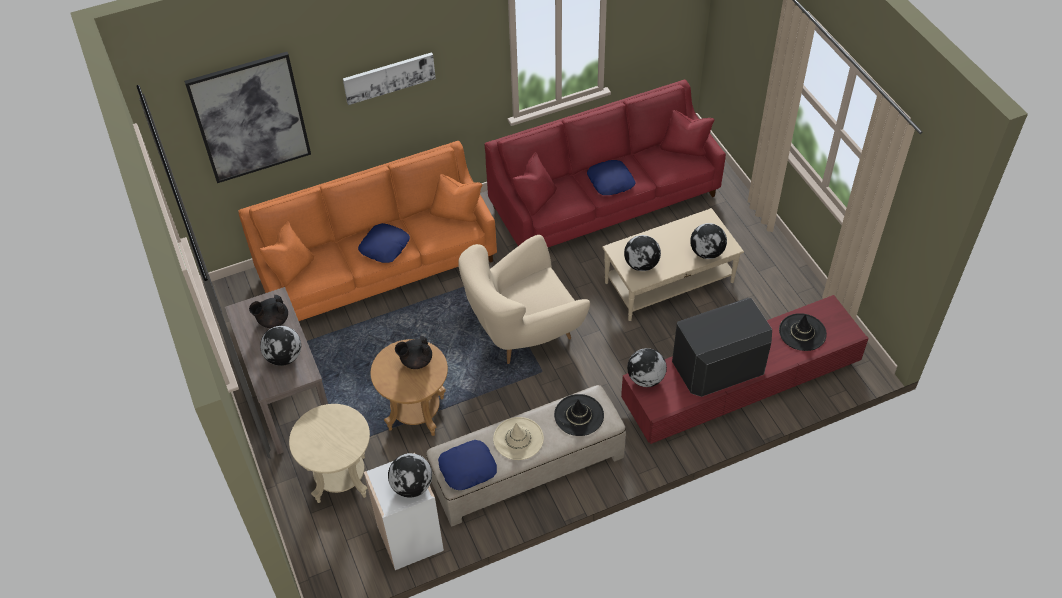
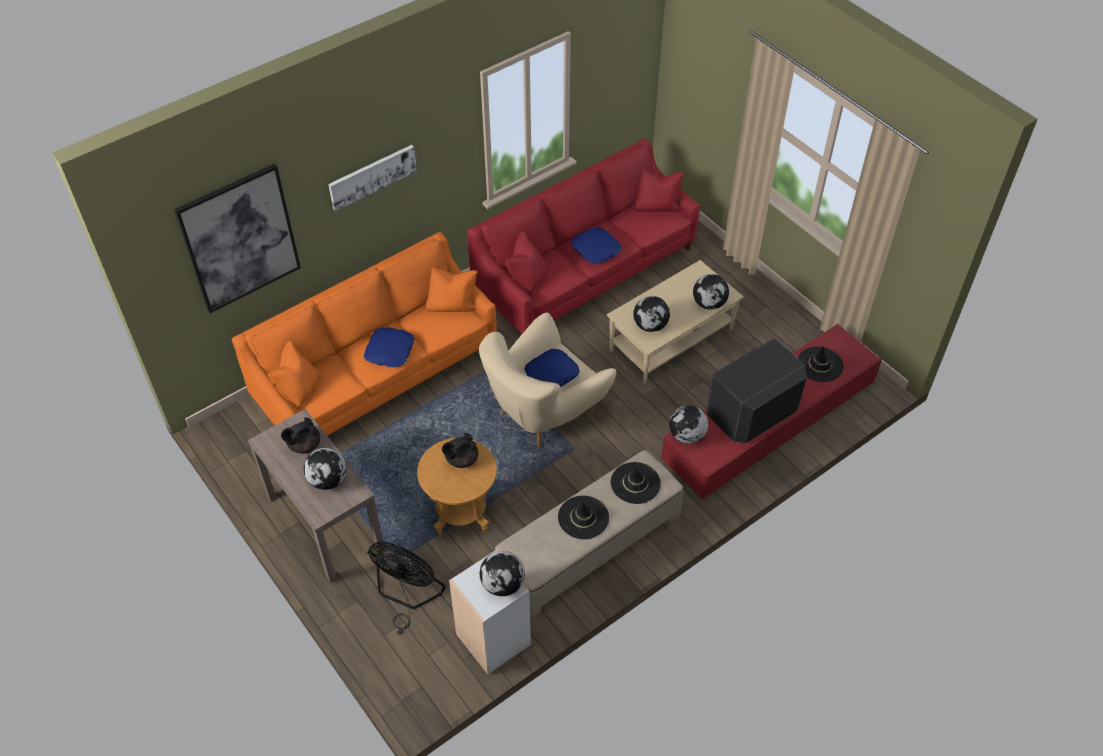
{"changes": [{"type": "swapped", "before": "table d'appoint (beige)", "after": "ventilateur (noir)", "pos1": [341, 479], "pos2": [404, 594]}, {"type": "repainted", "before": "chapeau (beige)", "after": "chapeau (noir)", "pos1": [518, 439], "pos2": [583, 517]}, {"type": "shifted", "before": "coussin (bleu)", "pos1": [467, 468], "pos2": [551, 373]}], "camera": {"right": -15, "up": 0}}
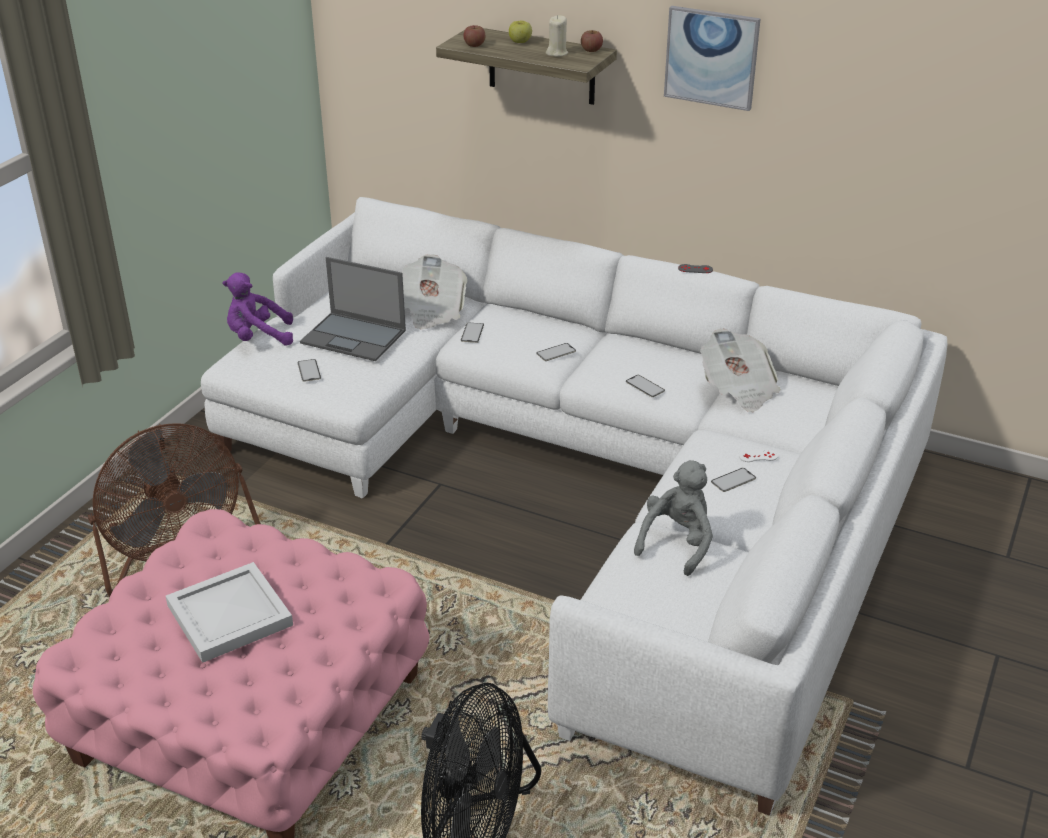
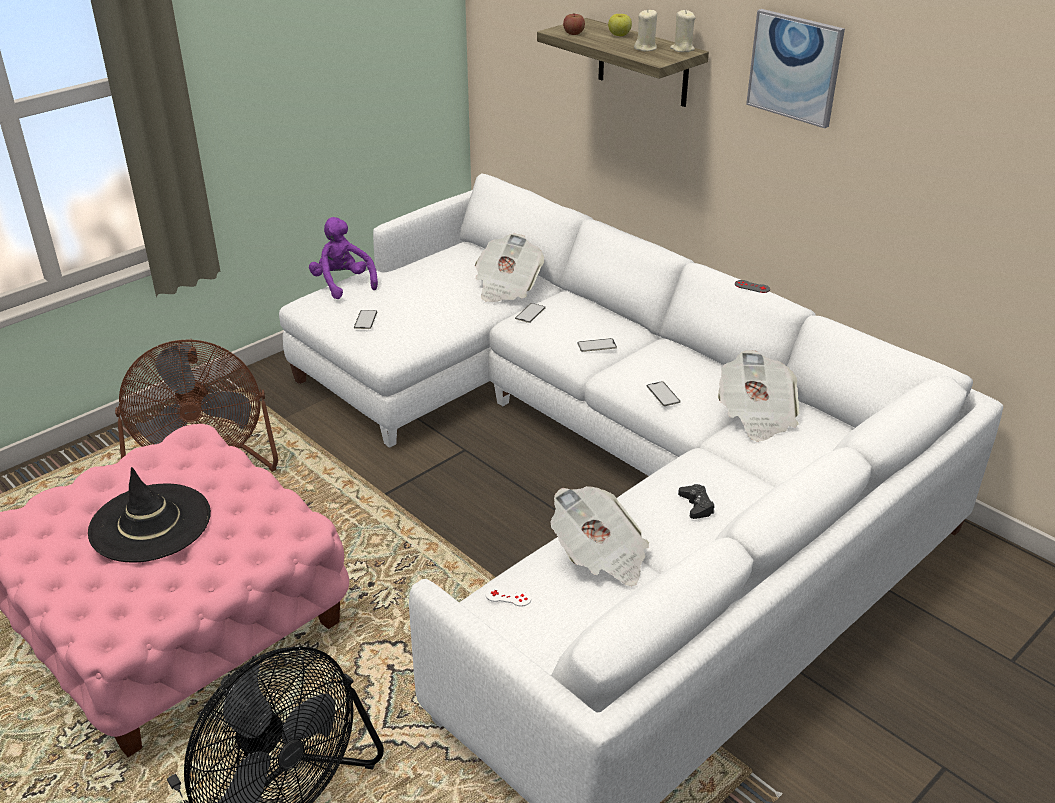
{"changes": [{"type": "swapped", "before": "pomme", "after": "bougie (beige)", "pos1": [591, 50], "pos2": [682, 49]}, {"type": "gone", "before": "ordinateur portable", "pos1": [354, 337]}, {"type": "rotated", "before": "peluche (violet)", "pos1": [258, 338], "pos2": [343, 283], "turn": 45}, {"type": "shifted", "before": "manette (blanc)", "pos1": [758, 456], "pos2": [508, 596]}, {"type": "swapped", "before": "peluche (gris)", "after": "journal", "pos1": [677, 543], "pos2": [600, 556]}, {"type": "swapped", "before": "téléphone", "after": "manette (noir)", "pos1": [733, 480], "pos2": [696, 505]}, {"type": "swapped", "before": "plateau (blanc)", "after": "chapeau (noir)", "pos1": [229, 617], "pos2": [150, 523]}], "camera": {"right": 20, "up": 0}}
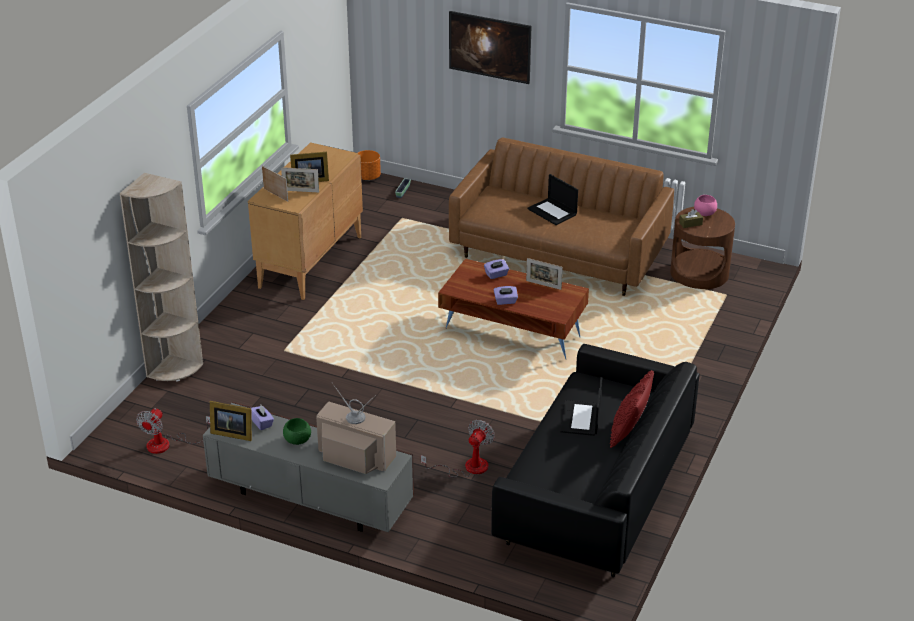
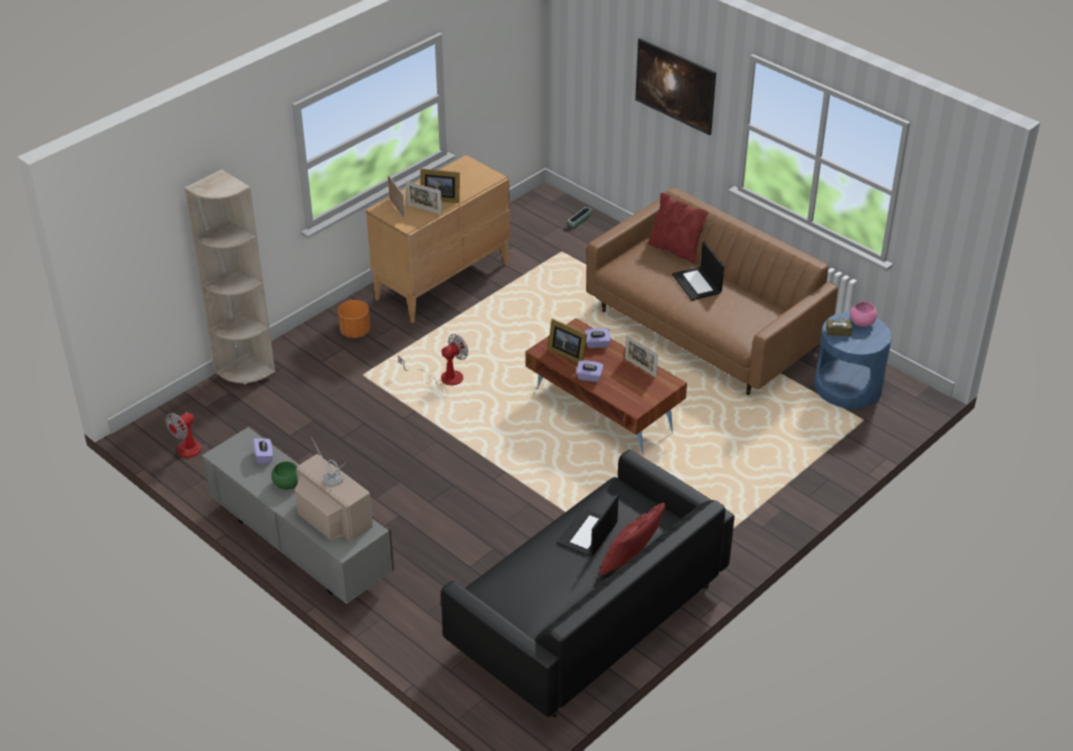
{"changes": [{"type": "shifted", "before": "cache-pot (orange)", "pos1": [368, 177], "pos2": [355, 332]}, {"type": "repainted", "before": "table d'appoint (marron)", "after": "table d'appoint (bleu)", "pos1": [699, 273], "pos2": [848, 387]}, {"type": "shifted", "before": "cadre photo", "pos1": [231, 433], "pos2": [567, 353]}, {"type": "shifted", "before": "ventilateur", "pos1": [467, 467], "pos2": [443, 377]}, {"type": "new", "after": "coussin (rouge)", "pos2": [675, 250]}], "camera": {"right": 20, "up": 5}}
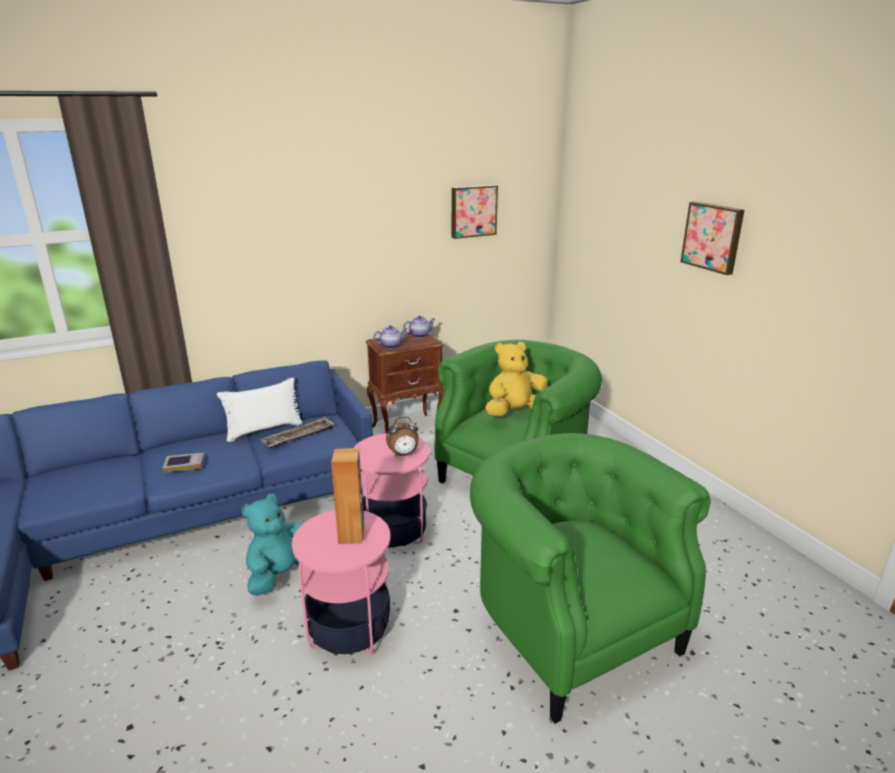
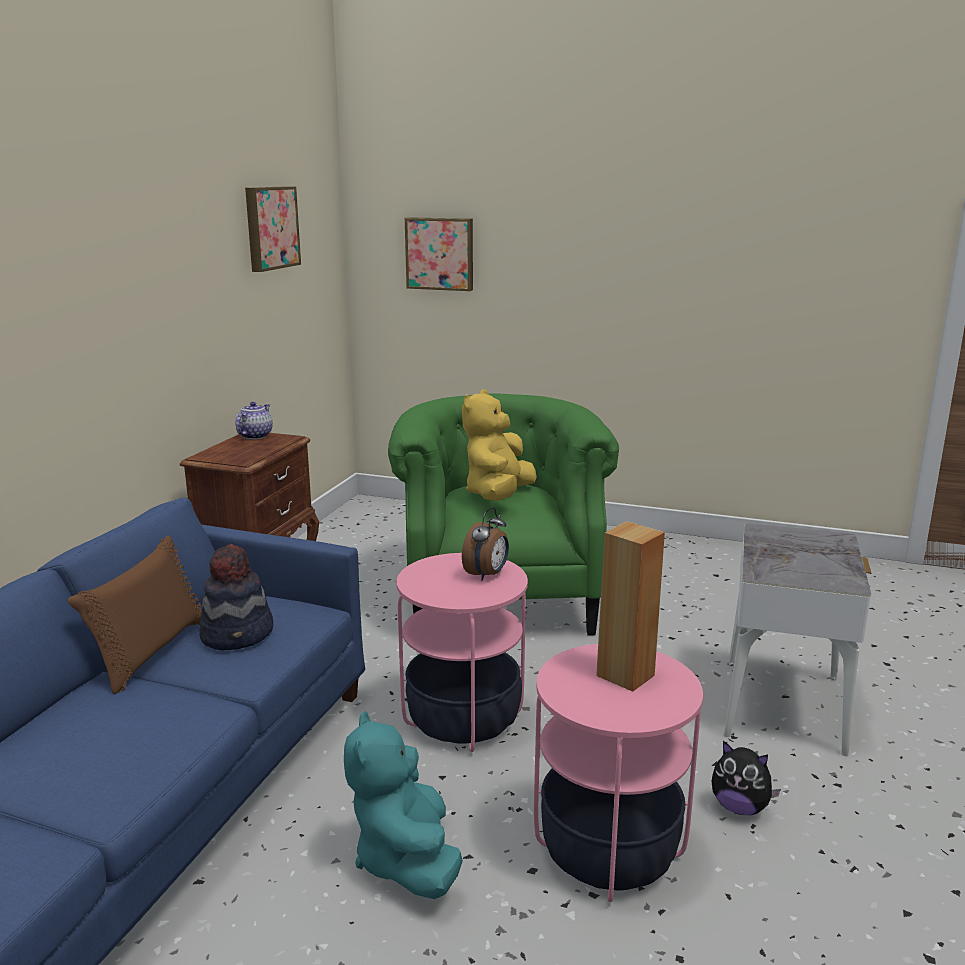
{"changes": [{"type": "shifted", "before": "tableau", "pos1": [713, 237], "pos2": [440, 253]}, {"type": "gone", "before": "théière", "pos1": [391, 345]}, {"type": "repainted", "before": "coussin (blanc)", "after": "coussin (marron)", "pos1": [264, 430], "pos2": [149, 652]}, {"type": "swapped", "before": "plateau", "after": "chapeau", "pos1": [299, 437], "pos2": [238, 634]}, {"type": "swapped", "before": "fauteuil (vert)", "after": "table d'appoint", "pos1": [568, 628], "pos2": [785, 704]}, {"type": "gone", "before": "livre", "pos1": [184, 465]}, {"type": "new", "after": "peluche", "pos2": [740, 807]}], "camera": {"right": -45, "up": -5}}
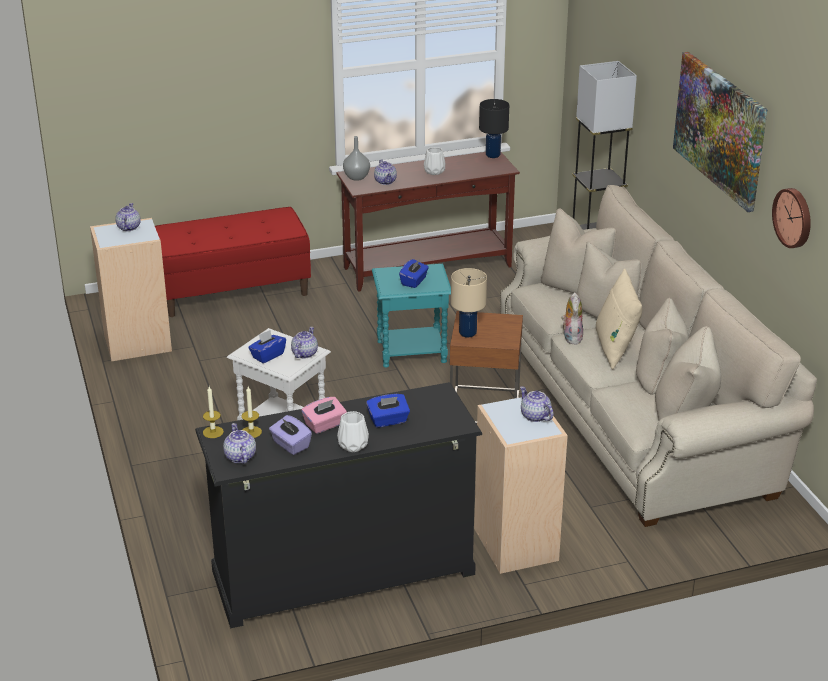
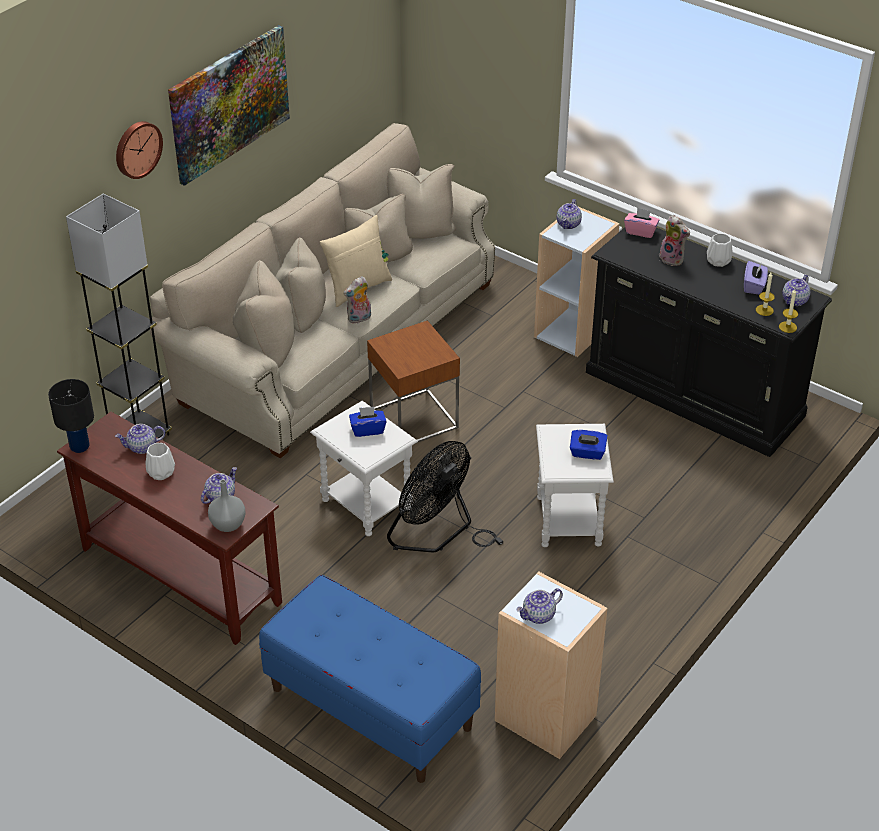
{"changes": [{"type": "shifted", "before": "horloge murale", "pos1": [794, 217], "pos2": [137, 149]}, {"type": "repainted", "before": "banc (rouge)", "after": "banc (bleu)", "pos1": [233, 291], "pos2": [370, 708]}, {"type": "repainted", "before": "table d'appoint (turquoise)", "after": "table d'appoint (blanc)", "pos1": [412, 352], "pos2": [367, 503]}, {"type": "gone", "before": "lampe de table (beige)", "pos1": [468, 334]}, {"type": "shifted", "before": "théière", "pos1": [304, 353], "pos2": [142, 447]}, {"type": "swapped", "before": "boîte à mouchoirs (bleu)", "after": "peluche", "pos1": [388, 420], "pos2": [673, 259]}, {"type": "shifted", "before": "boîte à mouchoirs (rose)", "pos1": [324, 425], "pos2": [640, 231]}, {"type": "new", "after": "ventilateur (noir)", "pos2": [445, 529]}], "camera": {"right": -125, "up": 10}}
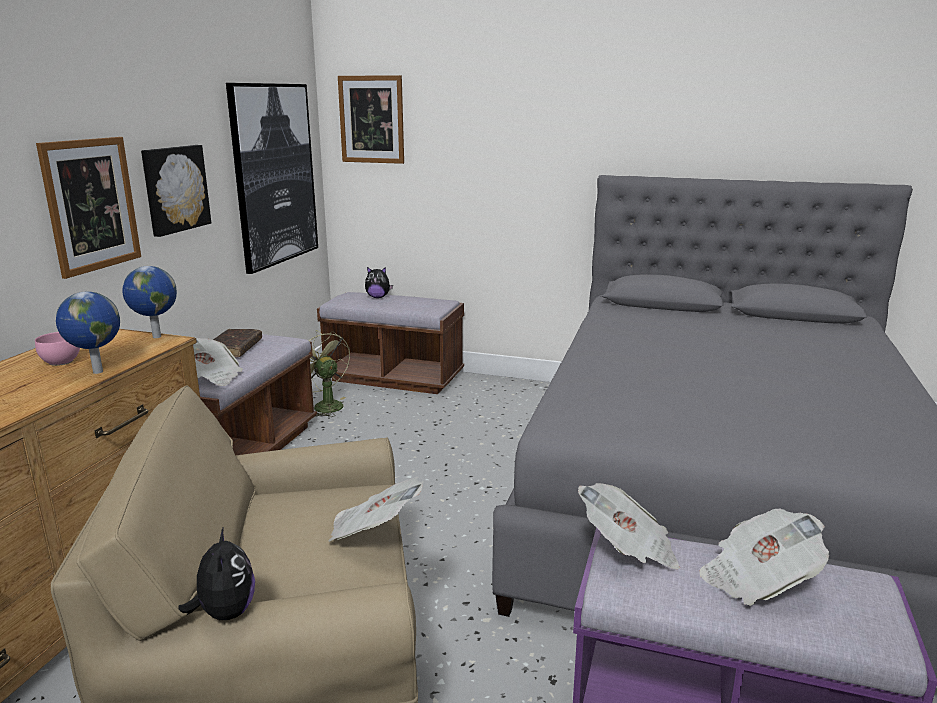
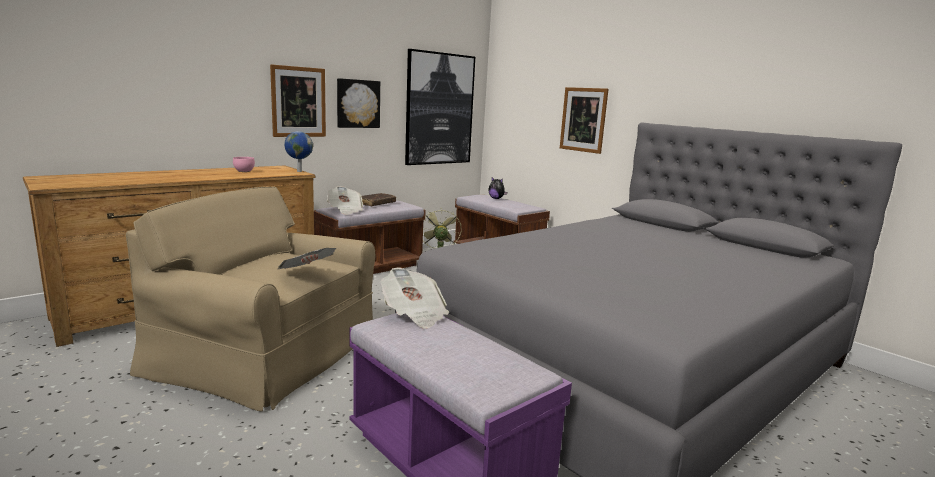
{"changes": [{"type": "shifted", "before": "tableau", "pos1": [371, 119], "pos2": [583, 119]}, {"type": "gone", "before": "globe", "pos1": [96, 372]}, {"type": "gone", "before": "journal", "pos1": [757, 579]}, {"type": "gone", "before": "peluche", "pos1": [225, 613]}], "camera": {"right": 30, "up": -5}}
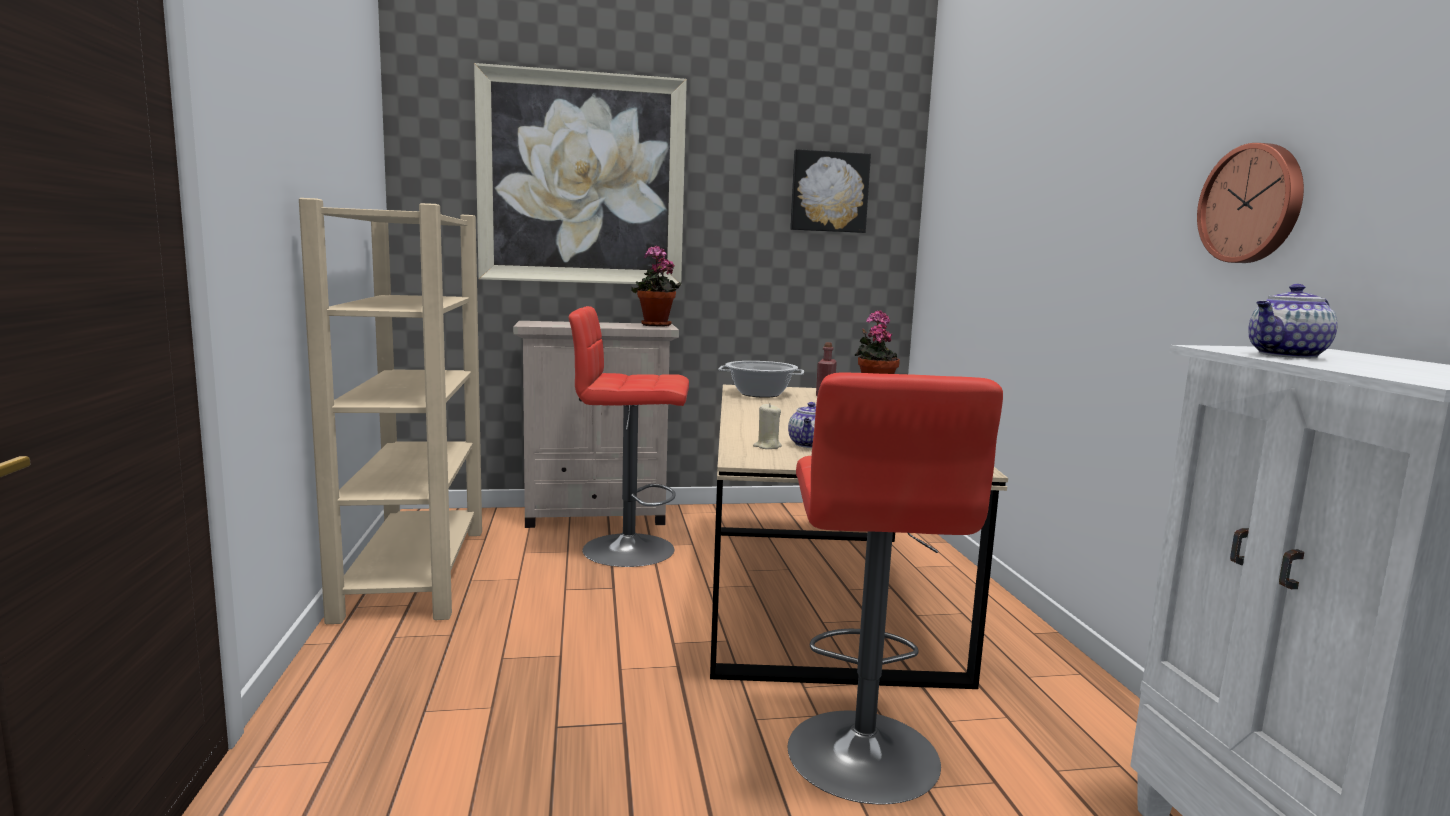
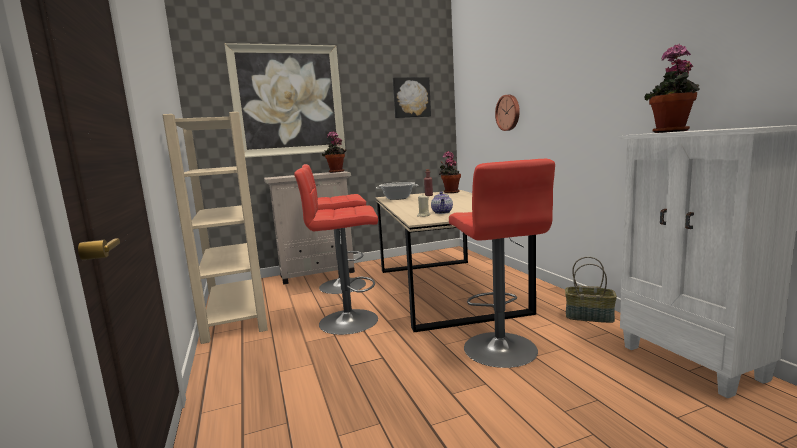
{"changes": [{"type": "shifted", "before": "horloge murale", "pos1": [1253, 204], "pos2": [508, 112]}, {"type": "swapped", "before": "théière", "after": "plante en pot", "pos1": [1286, 355], "pos2": [671, 132]}, {"type": "new", "after": "tabouret (rouge)", "pos2": [348, 321]}, {"type": "new", "after": "panier", "pos2": [589, 316]}], "camera": {"right": -10, "up": 0}}
